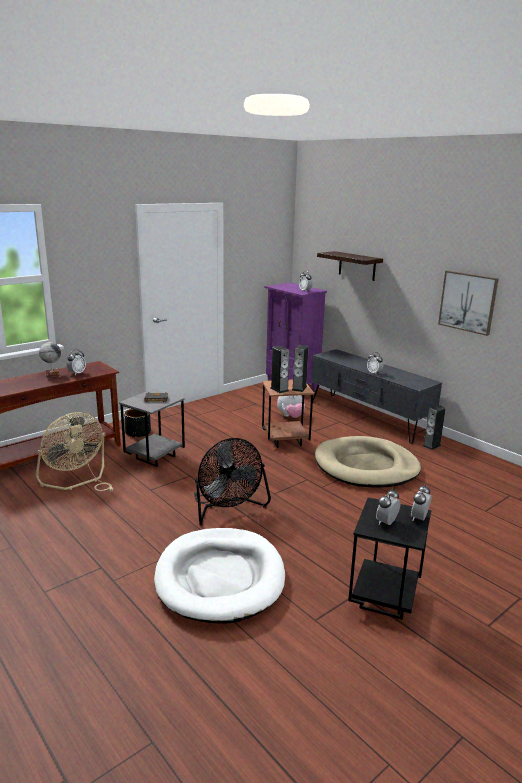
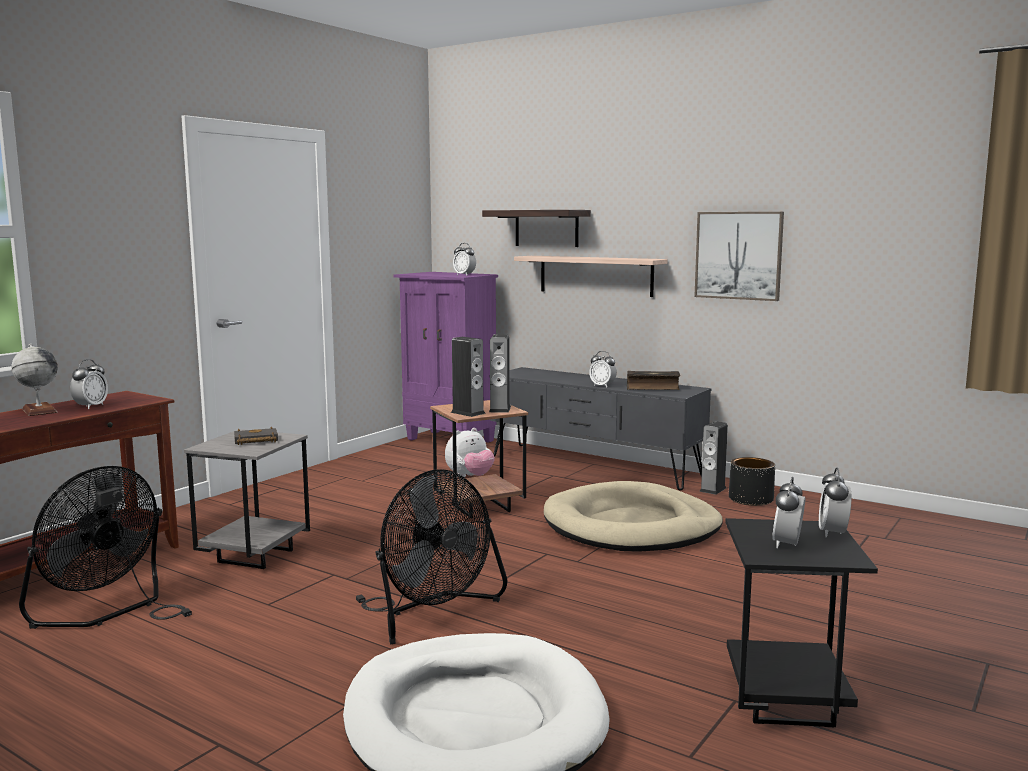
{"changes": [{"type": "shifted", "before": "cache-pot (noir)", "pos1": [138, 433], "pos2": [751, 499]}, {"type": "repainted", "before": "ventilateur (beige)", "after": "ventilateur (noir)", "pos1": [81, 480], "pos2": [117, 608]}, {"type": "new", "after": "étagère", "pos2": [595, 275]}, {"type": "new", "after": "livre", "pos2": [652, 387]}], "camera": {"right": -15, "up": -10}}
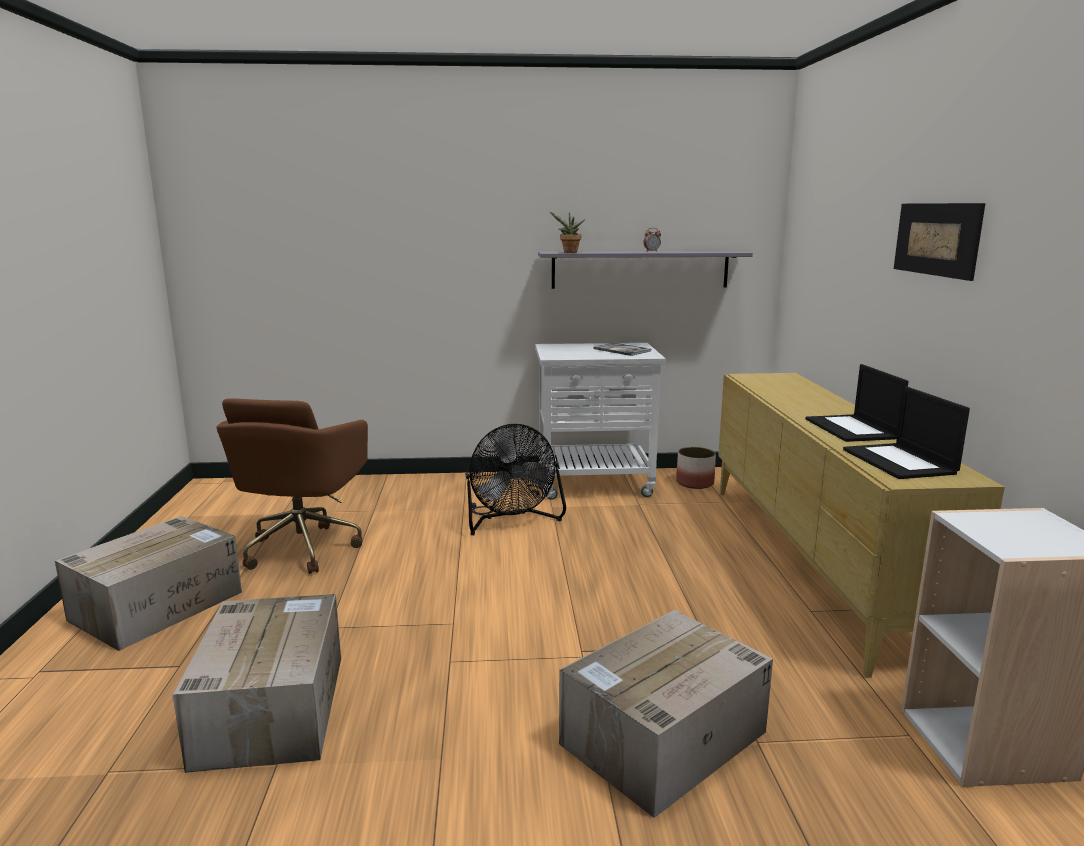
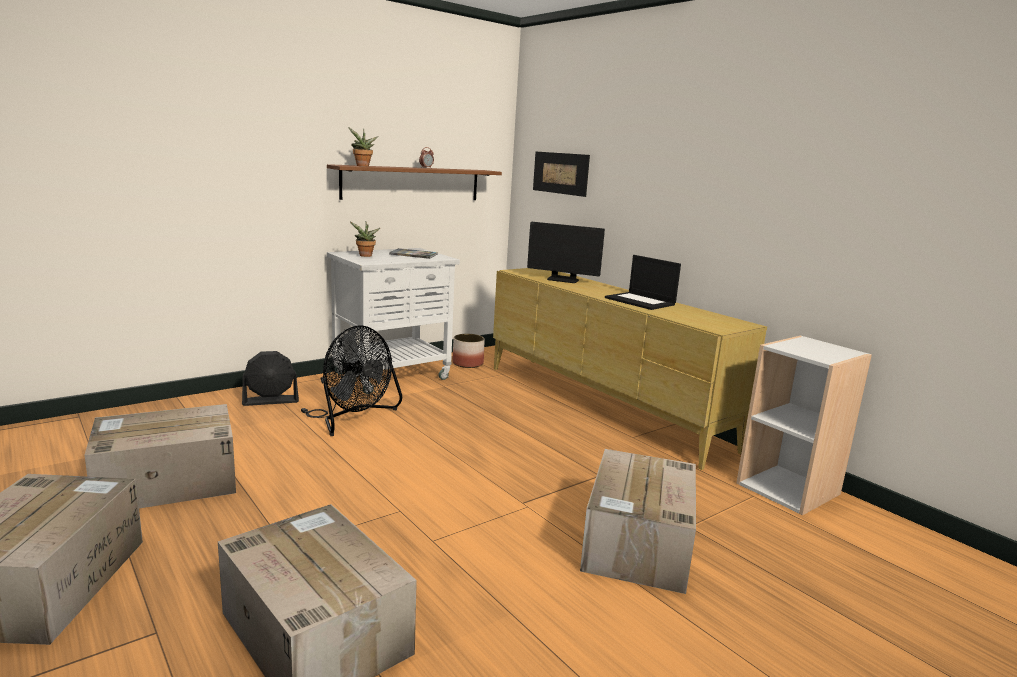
{"changes": [{"type": "shifted", "before": "tableau", "pos1": [936, 239], "pos2": [560, 173]}, {"type": "repainted", "before": "étagère (gris)", "after": "étagère (marron)", "pos1": [640, 269], "pos2": [412, 183]}, {"type": "gone", "before": "ordinateur portable", "pos1": [900, 462]}, {"type": "swapped", "before": "chaise de bureau (marron)", "after": "carton", "pos1": [304, 547], "pos2": [165, 483]}, {"type": "new", "after": "plante en pot", "pos2": [365, 256]}, {"type": "new", "after": "écran d'ordinateur", "pos2": [563, 280]}, {"type": "new", "after": "ventilateur (noir)", "pos2": [271, 401]}], "camera": {"right": -35, "up": 0}}
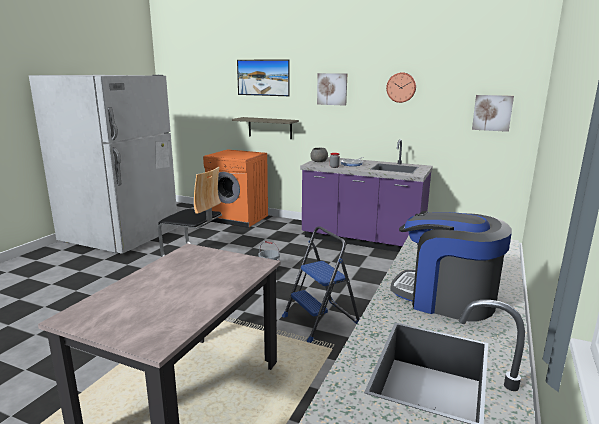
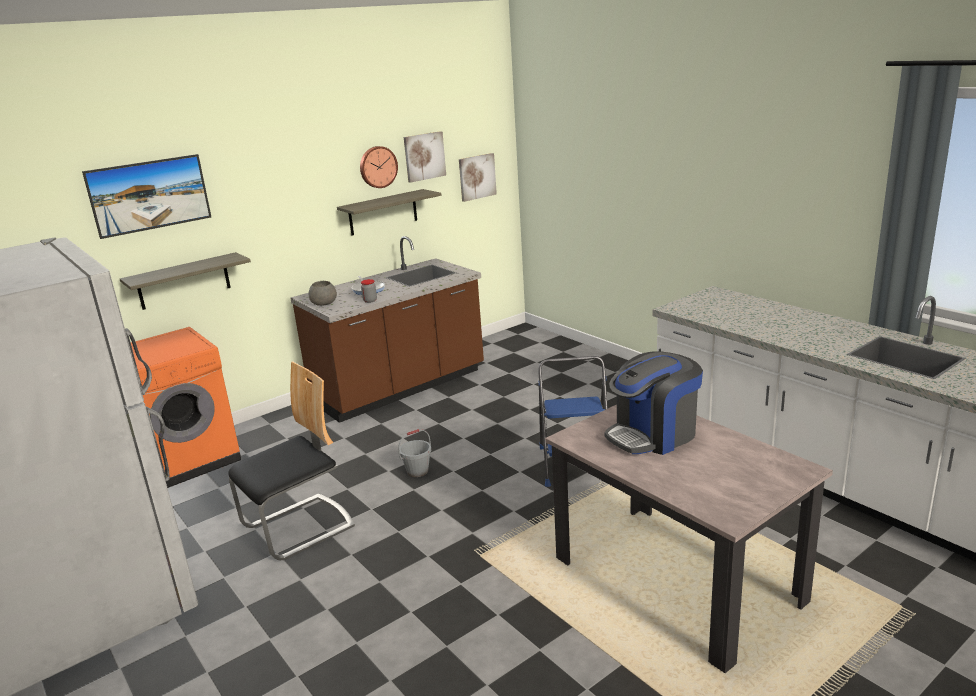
{"changes": [{"type": "shifted", "before": "tableau", "pos1": [332, 89], "pos2": [424, 156]}, {"type": "repainted", "before": "comptoir de cuisine (violet)", "after": "comptoir de cuisine (marron)", "pos1": [362, 240], "pos2": [400, 387]}, {"type": "shifted", "before": "machine à café", "pos1": [445, 298], "pos2": [653, 435]}, {"type": "new", "after": "étagère", "pos2": [383, 212]}], "camera": {"right": -60, "up": 5}}
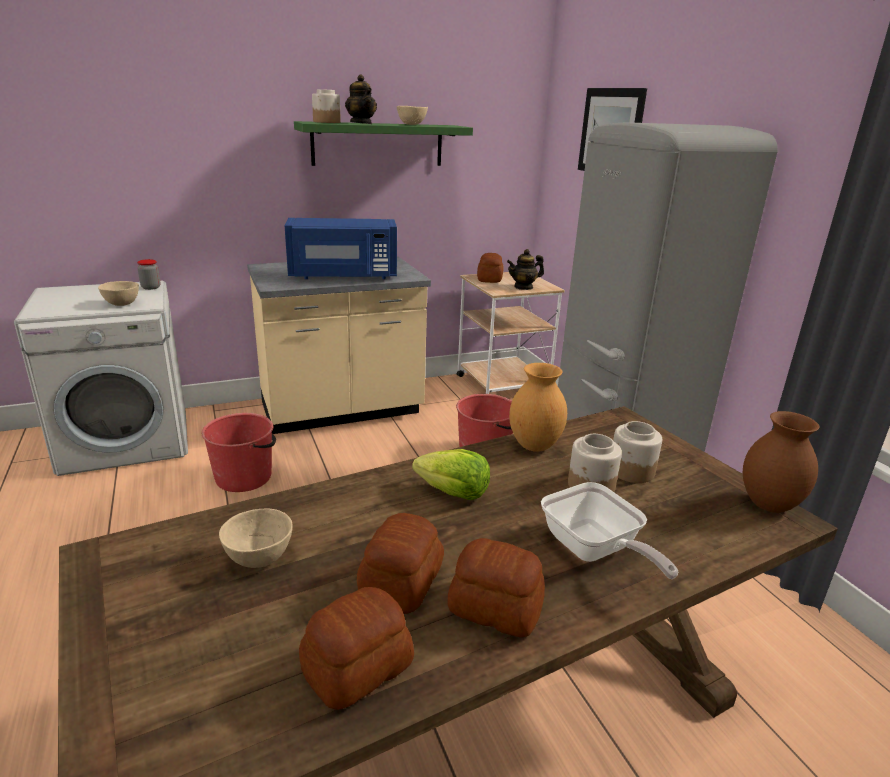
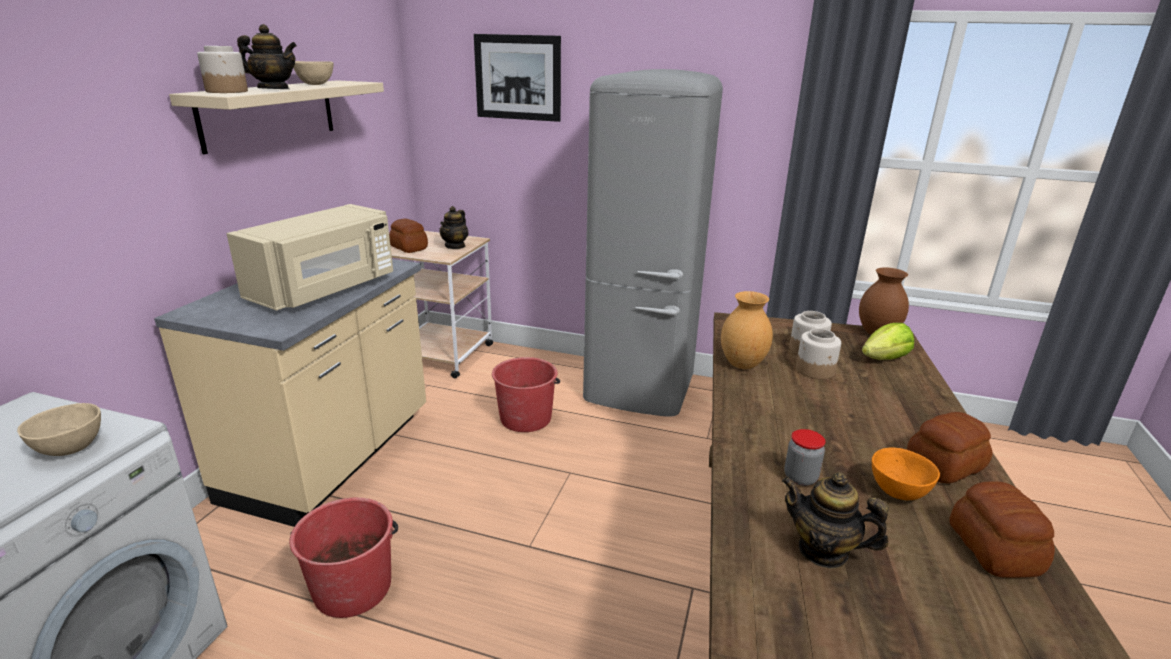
{"changes": [{"type": "repainted", "before": "étagère (vert)", "after": "étagère (beige)", "pos1": [378, 144], "pos2": [270, 113]}, {"type": "repainted", "before": "micro-ondes (bleu)", "after": "micro-ondes (beige)", "pos1": [343, 276], "pos2": [326, 289]}, {"type": "shifted", "before": "bocal", "pos1": [151, 287], "pos2": [800, 478]}, {"type": "shifted", "before": "laitue", "pos1": [453, 493], "pos2": [884, 359]}, {"type": "gone", "before": "poêle", "pos1": [594, 551]}, {"type": "swapped", "before": "bol (beige)", "after": "théière", "pos1": [258, 559], "pos2": [823, 551]}, {"type": "swapped", "before": "pain", "after": "bol (orange)", "pos1": [399, 584], "pos2": [897, 493]}], "camera": {"right": -50, "up": 0}}
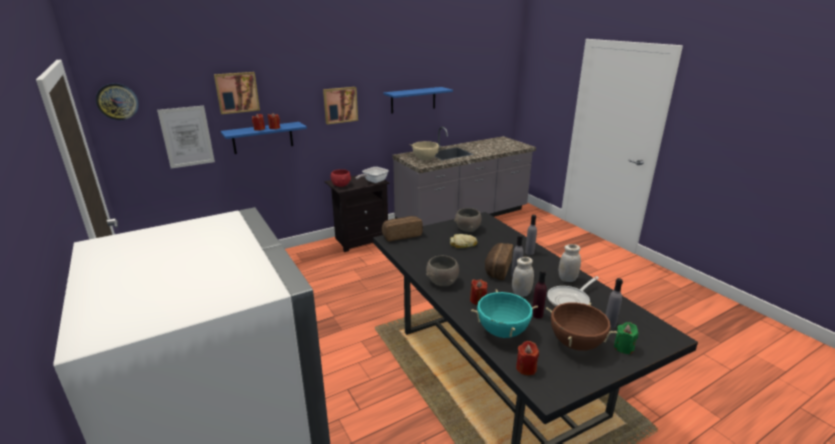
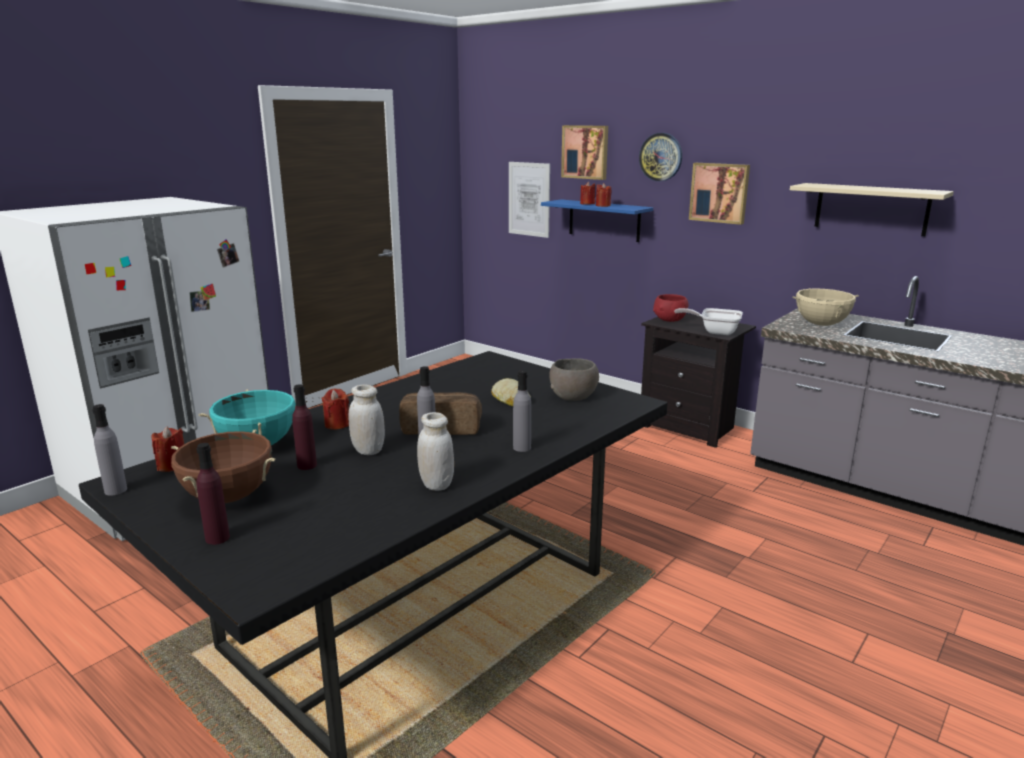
{"changes": [{"type": "shifted", "before": "horloge murale", "pos1": [117, 101], "pos2": [661, 157]}, {"type": "repainted", "before": "étagère (bleu)", "after": "étagère (beige)", "pos1": [413, 100], "pos2": [871, 209]}, {"type": "gone", "before": "pain", "pos1": [401, 235]}, {"type": "gone", "before": "bol (gris)", "pos1": [442, 281]}, {"type": "gone", "before": "poêle", "pos1": [570, 300]}, {"type": "shifted", "before": "bouteille (gris)", "pos1": [610, 324], "pos2": [115, 490]}, {"type": "swapped", "before": "bougie (vert)", "after": "bouteille (violet)", "pos1": [623, 347], "pos2": [217, 538]}], "camera": {"right": 70, "up": -5}}
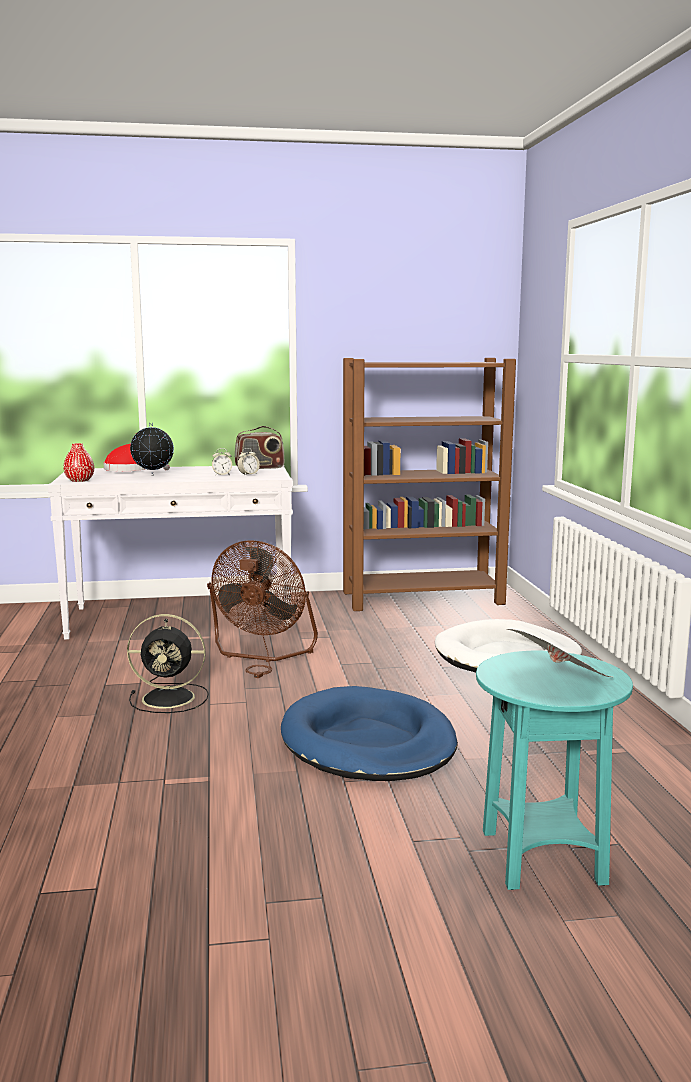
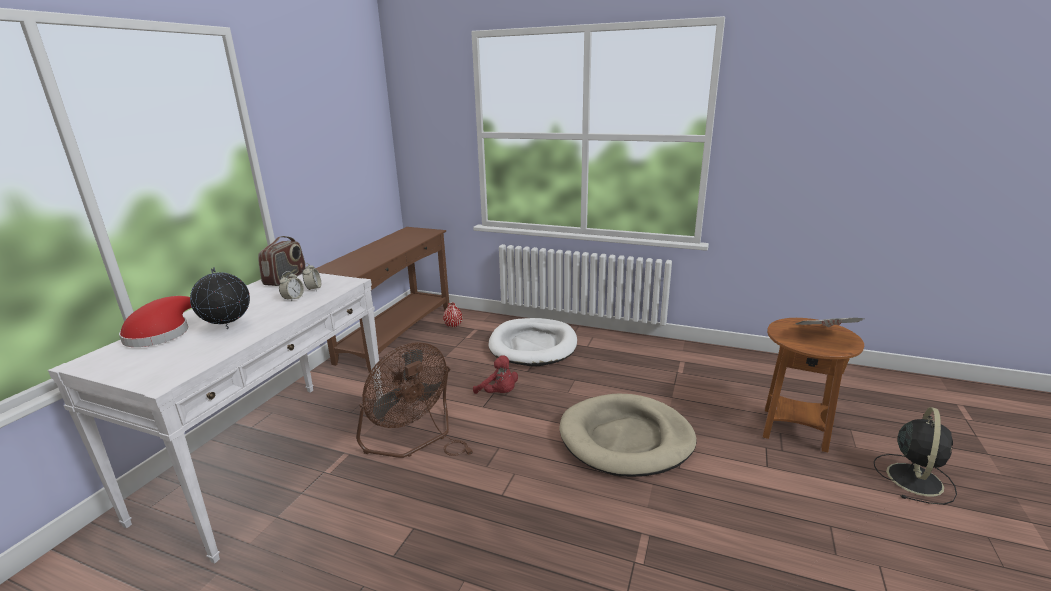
{"changes": [{"type": "swapped", "before": "bibliothèque (marron)", "after": "table console (marron)", "pos1": [422, 598], "pos2": [396, 335]}, {"type": "shifted", "before": "vase (rouge)", "pos1": [79, 480], "pos2": [453, 325]}, {"type": "shifted", "before": "ventilateur (noir)", "pos1": [171, 698], "pos2": [914, 478]}, {"type": "repainted", "before": "table d'appoint (turquoise)", "after": "table d'appoint (marron)", "pos1": [543, 858], "pos2": [794, 430]}, {"type": "repainted", "before": "panier pour chien (bleu)", "after": "panier pour chien (beige)", "pos1": [368, 742], "pos2": [626, 439]}, {"type": "new", "after": "peluche (rouge)", "pos2": [499, 393]}], "camera": {"right": -60, "up": 10}}
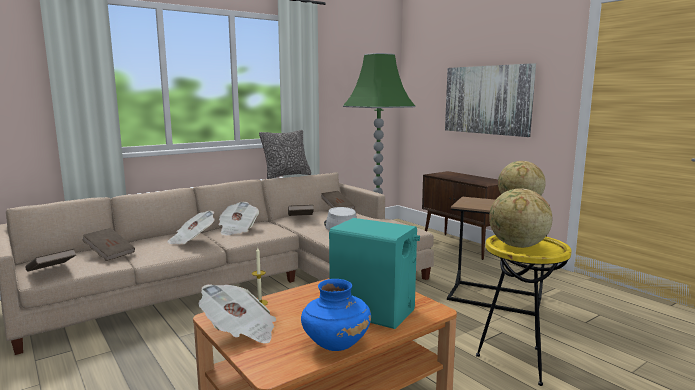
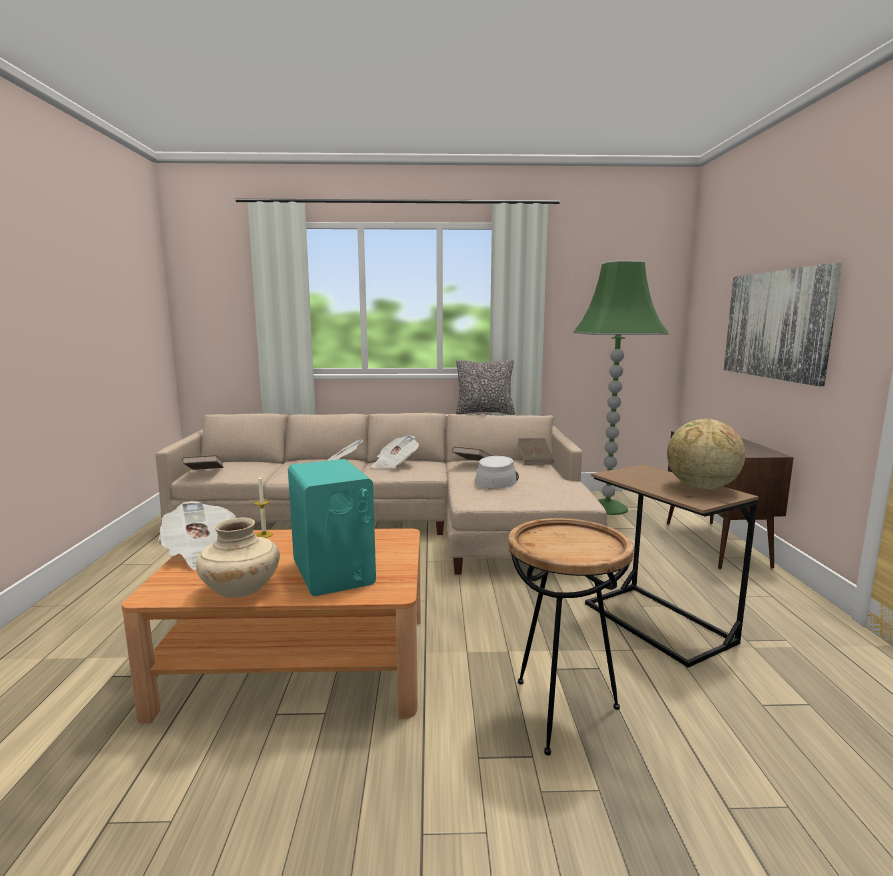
{"changes": [{"type": "gone", "before": "globe", "pos1": [517, 246]}, {"type": "gone", "before": "livre (marron)", "pos1": [110, 254]}, {"type": "repainted", "before": "table d'appoint (jaune)", "after": "table d'appoint (marron)", "pos1": [517, 362], "pos2": [560, 712]}, {"type": "repainted", "before": "vase (bleu)", "after": "vase (beige)", "pos1": [335, 344], "pos2": [241, 590]}], "camera": {"right": 35, "up": 0}}
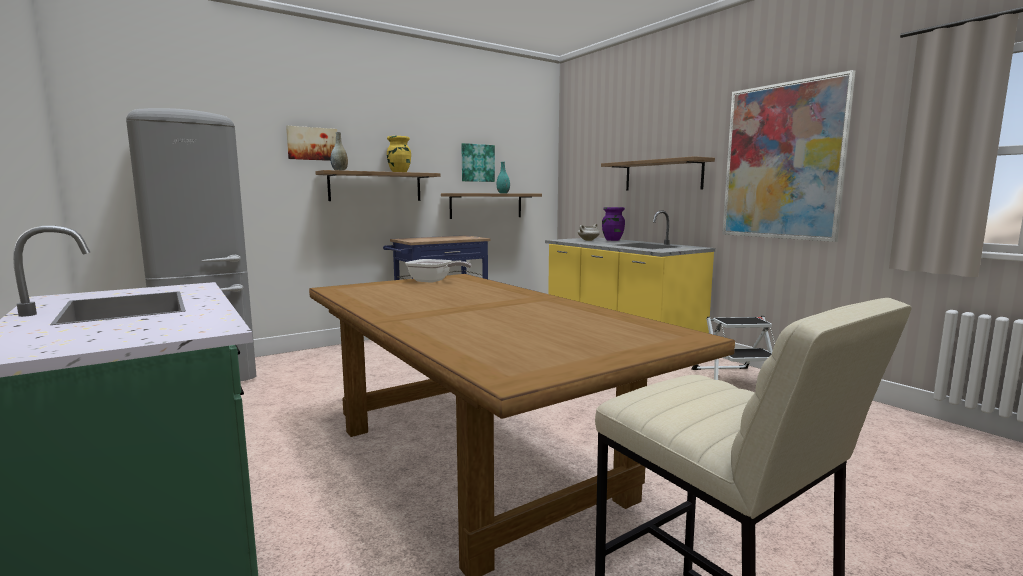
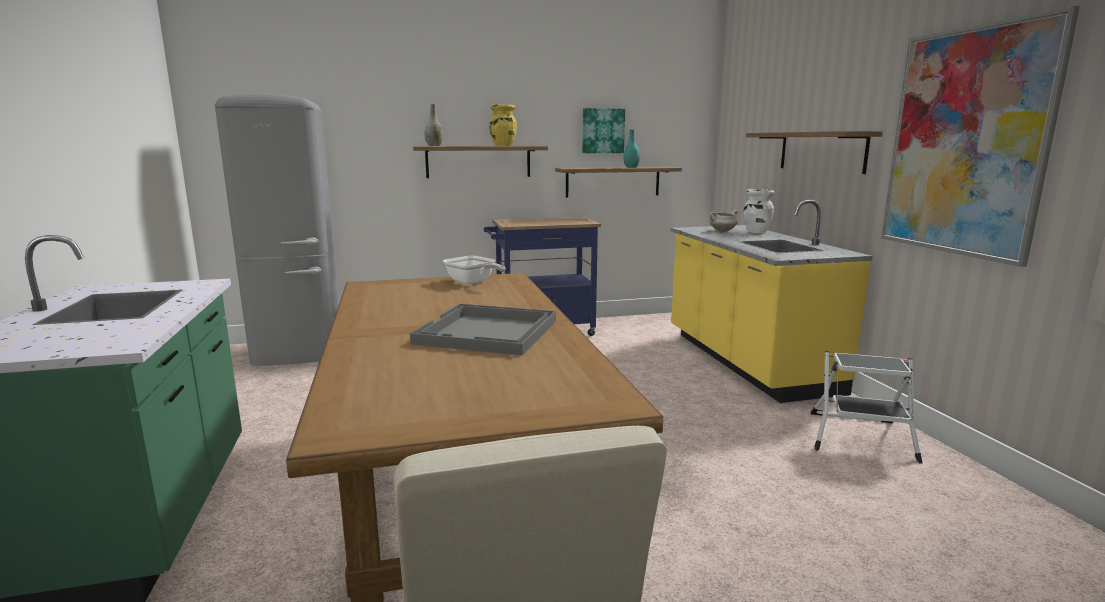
{"changes": [{"type": "gone", "before": "tableau", "pos1": [312, 143]}, {"type": "repainted", "before": "vase (violet)", "after": "vase (blanc)", "pos1": [612, 240], "pos2": [756, 232]}, {"type": "new", "after": "plateau (gris)", "pos2": [488, 332]}], "camera": {"right": 20, "up": 5}}
